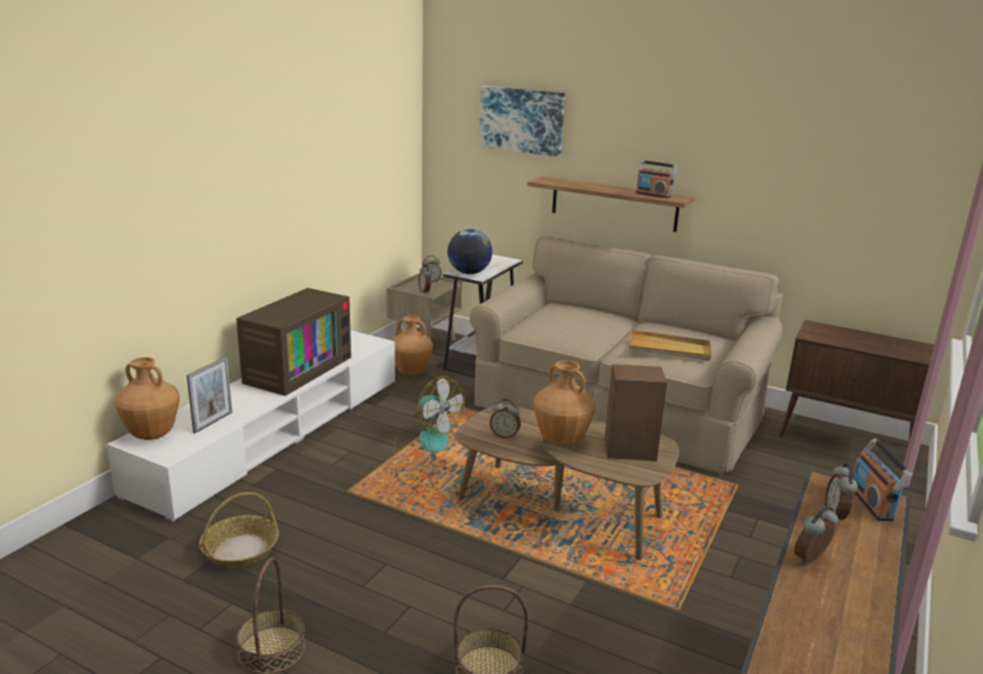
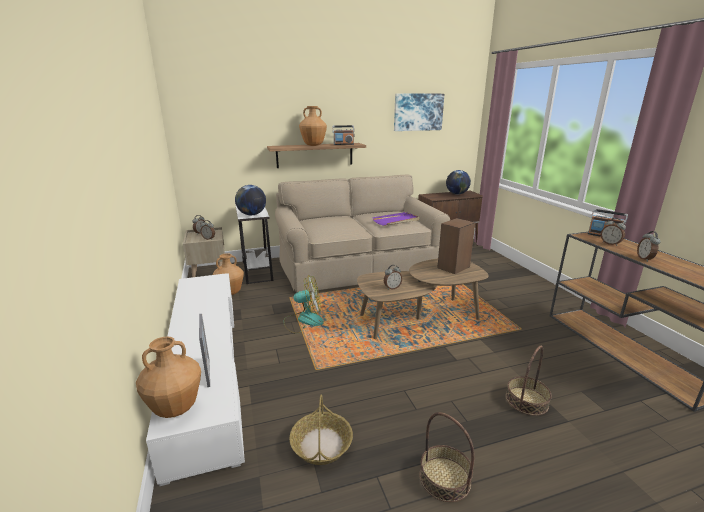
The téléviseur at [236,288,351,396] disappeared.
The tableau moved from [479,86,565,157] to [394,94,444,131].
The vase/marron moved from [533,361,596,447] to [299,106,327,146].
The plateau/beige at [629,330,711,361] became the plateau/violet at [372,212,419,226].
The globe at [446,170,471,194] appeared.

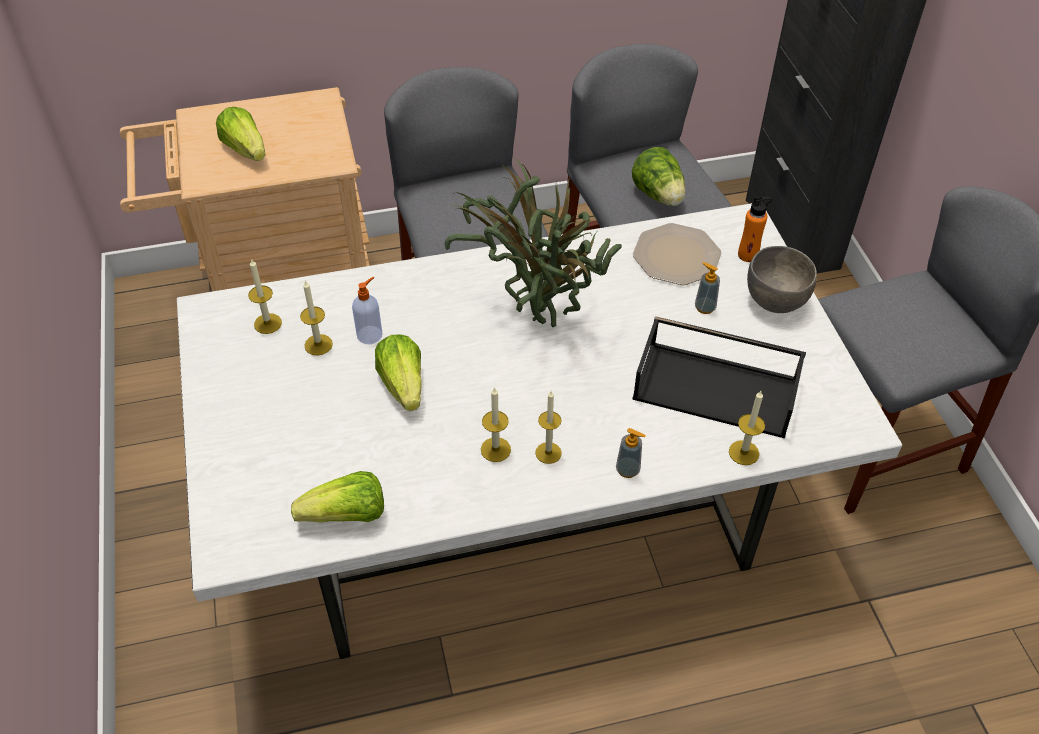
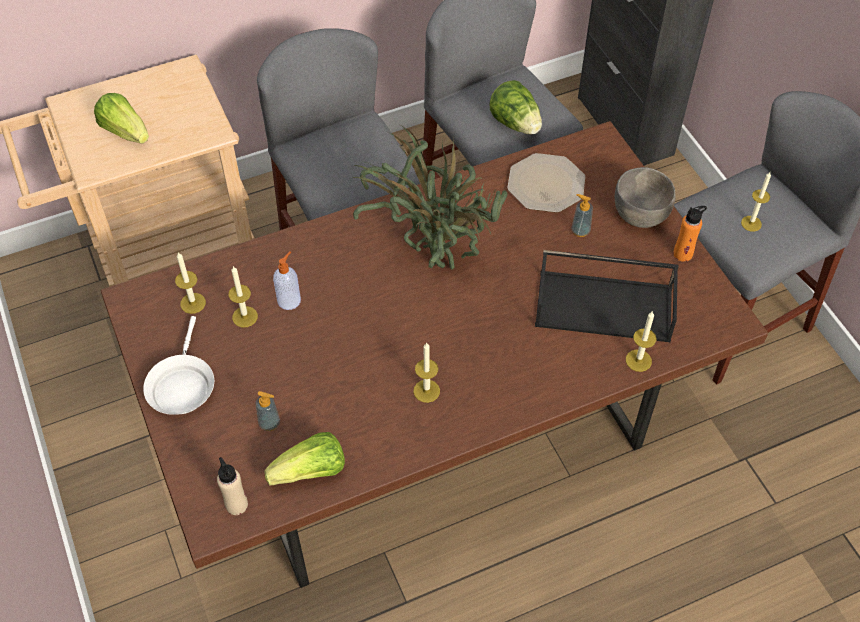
The table à manger/blanc at [177,203,902,659] became the table à manger/marron at [101,121,768,588].
The laitue at [375,334,422,411] disappeared.
The bougie moved from [535,391,562,464] to [741,172,771,232].
The distributeur de savon moved from [616,428,646,478] to [255,391,280,431].
The bouteille/orange moved from [738,197,772,262] to [673,206,707,262].
The poêle/blanc at [143,316,214,415] appeared.
The bouteille/beige at [217,457,248,515] appeared.

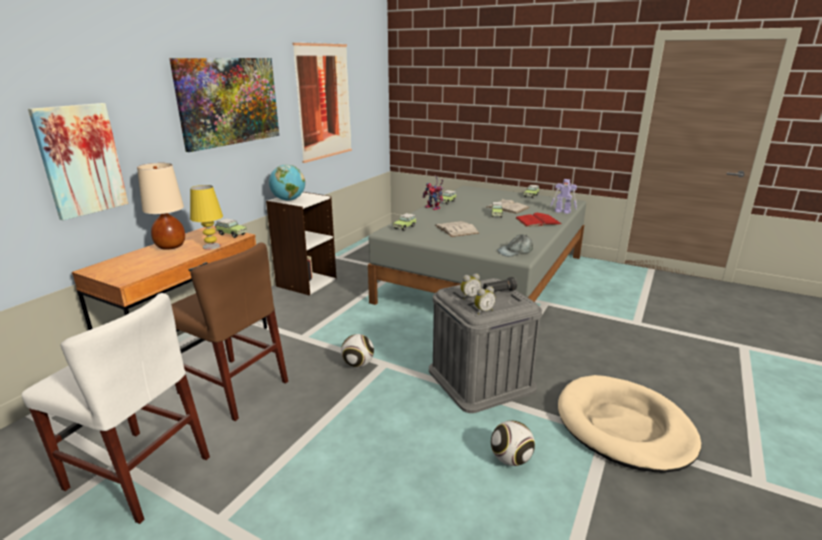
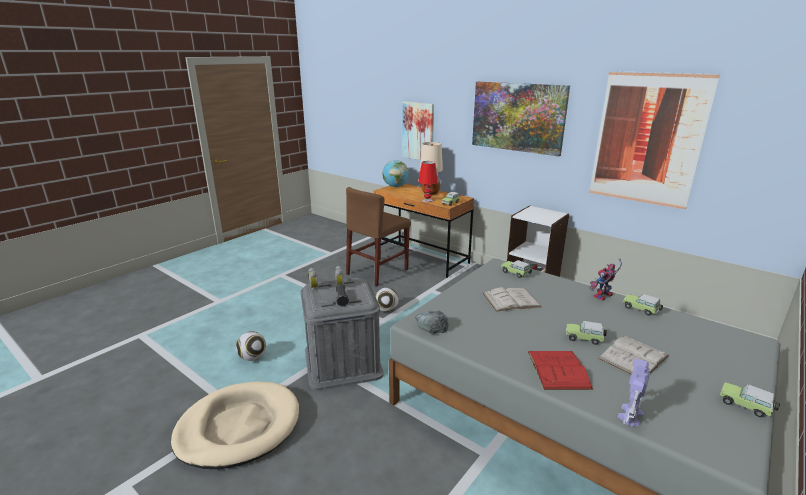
The chaise/blanc at [22,293,210,524] disappeared.
The lampe de table/jaune at [190,185,223,250] became the lampe de table/rouge at [418,161,438,202].
The globe moved from [269,165,305,201] to [382,160,409,187].

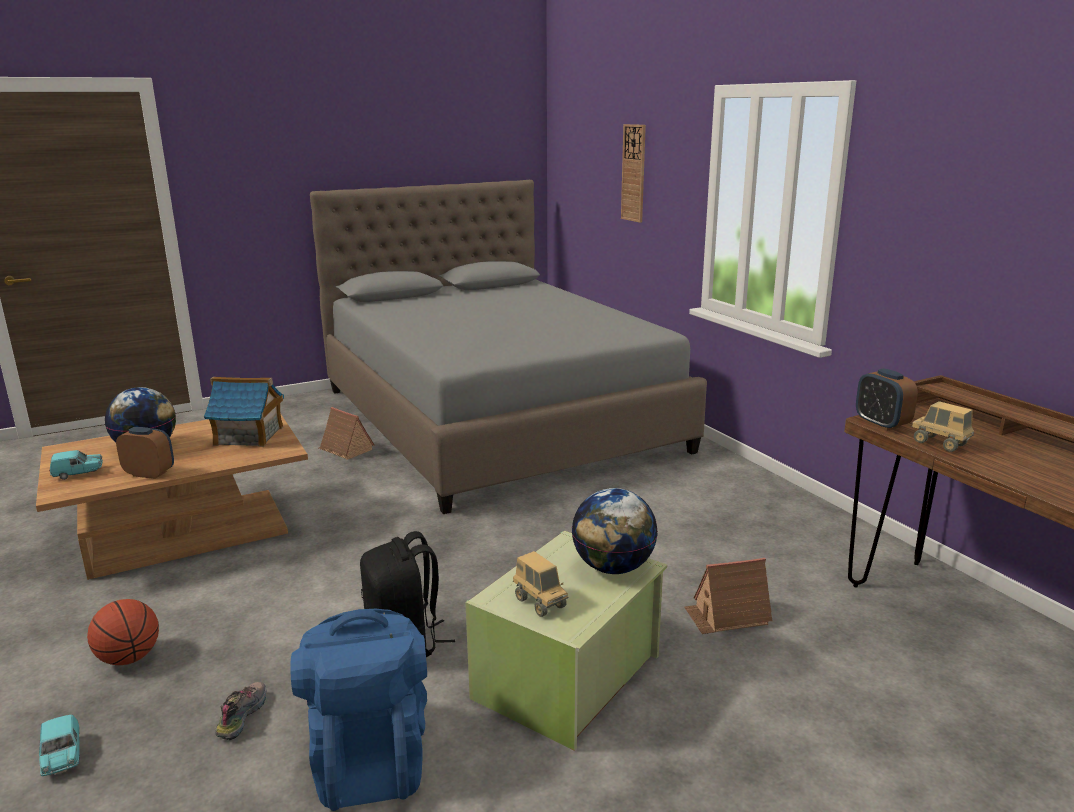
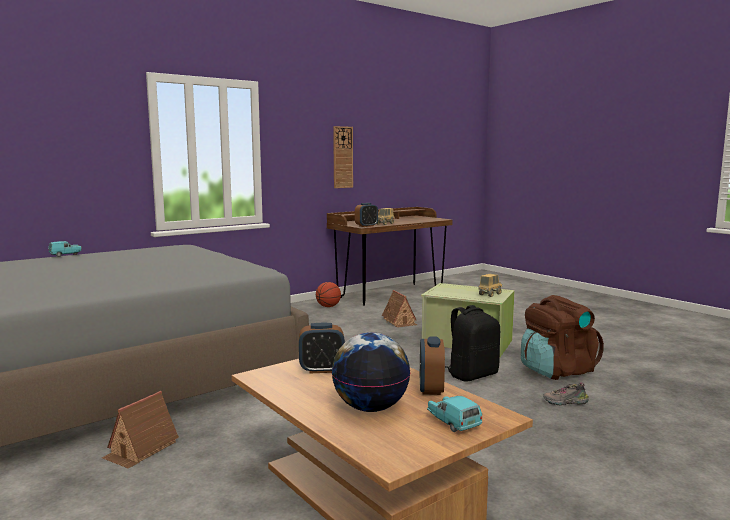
The petite voiture/turquoise moved from [39,715,80,776] to [48,241,82,257].
The ballon de basket moved from [87,599,159,665] to [316,282,341,307].
The maison miniature at [204,377,284,447] was replaced by the réveil at [299,323,345,373].
The sac à dos/bleu at [290,609,427,811] became the sac à dos/marron at [521,295,604,380].
The globe at [572,488,658,574] disappeared.
The horloge murale moved from [621,124,646,223] to [333,126,353,188].

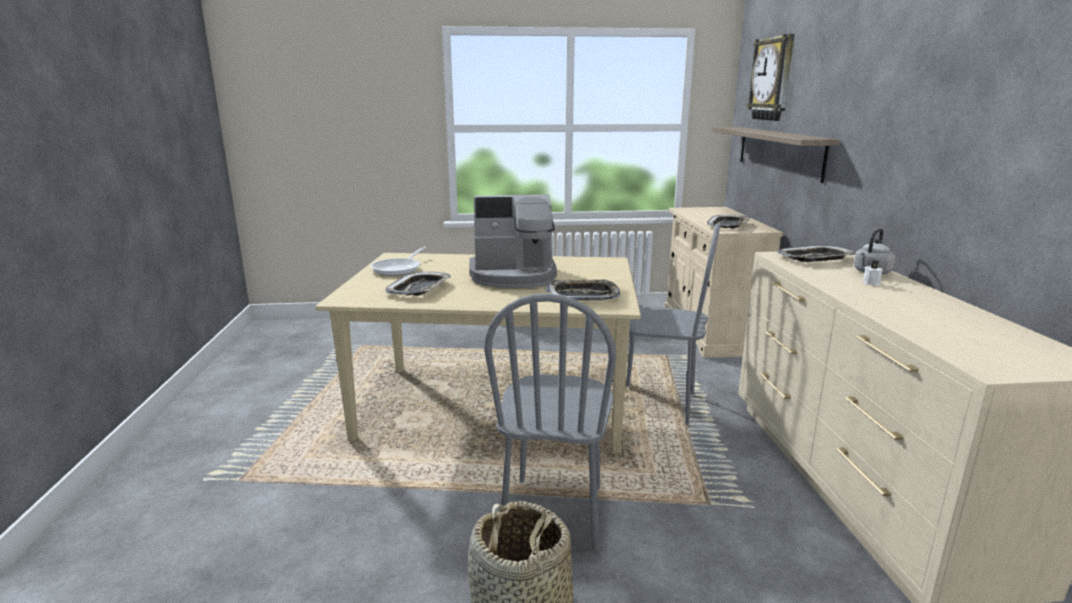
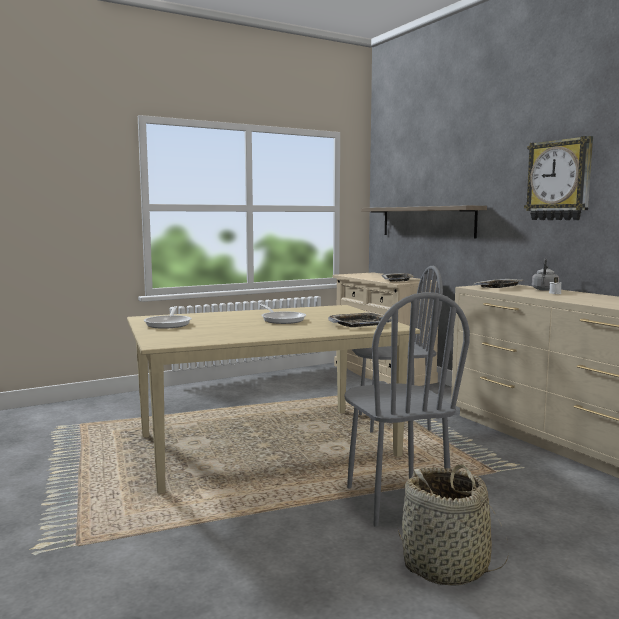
The plateau at [386,272,451,296] disappeared.
The machine à café at [469,194,557,288] was replaced by the poêle at [259,304,306,324].
The horloge murale moved from [747,34,795,121] to [524,136,593,220].

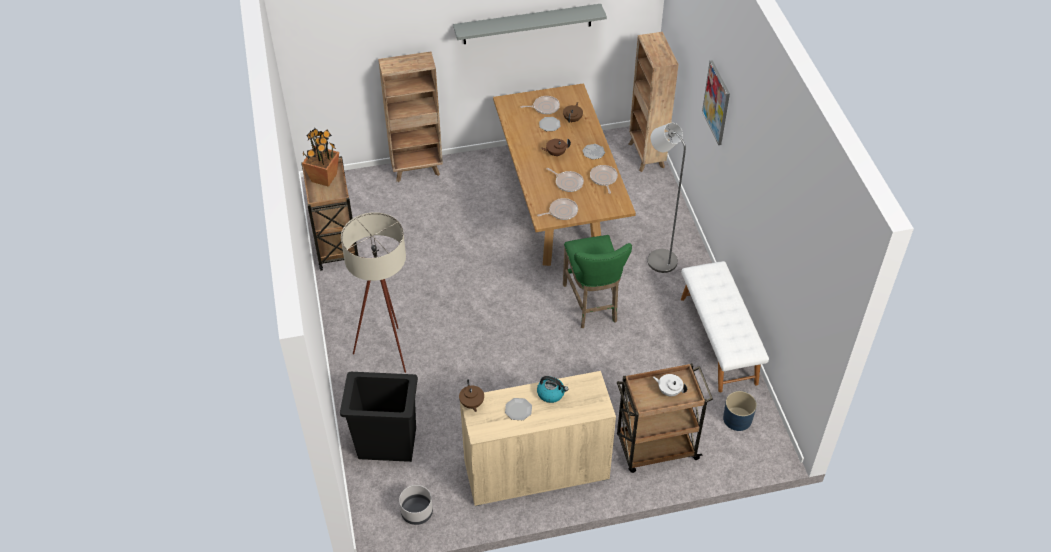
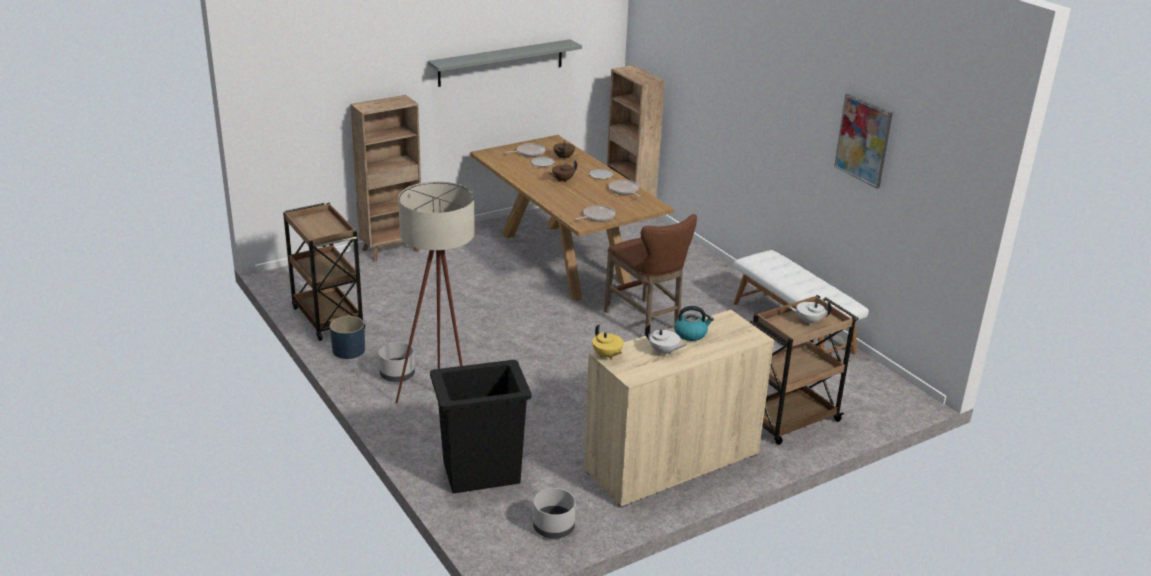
The plante en pot at [302,128,339,187] disappeared.
The théière/marron at [459,379,484,412] became the théière/jaune at [592,324,624,360].
The assiette at [505,398,532,420] was replaced by the théière/blanc at [645,324,687,355].
The poêle at [547,168,584,192] disappeared.
The tabouret/vert at [563,235,632,328] became the tabouret/marron at [604,214,697,336].
The lampadaire/gris at [648,123,686,273] disappeared.
The tableau moved from [702,60,730,145] to [834,93,893,188].
The cache-pot/bleu moved from [723,391,757,431] to [330,316,365,359].
The cache-pot/gris at [379,342,415,382] appeared.

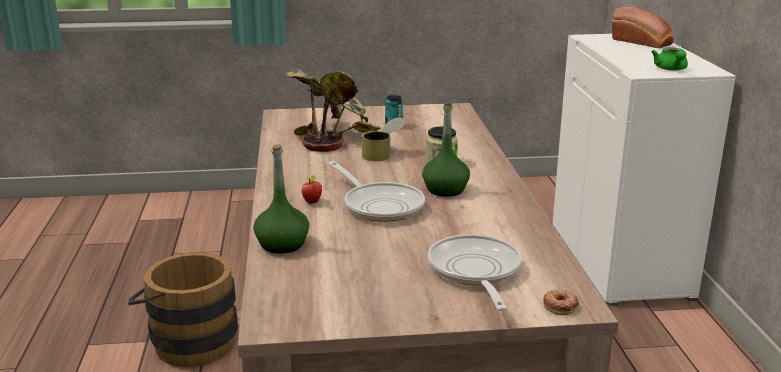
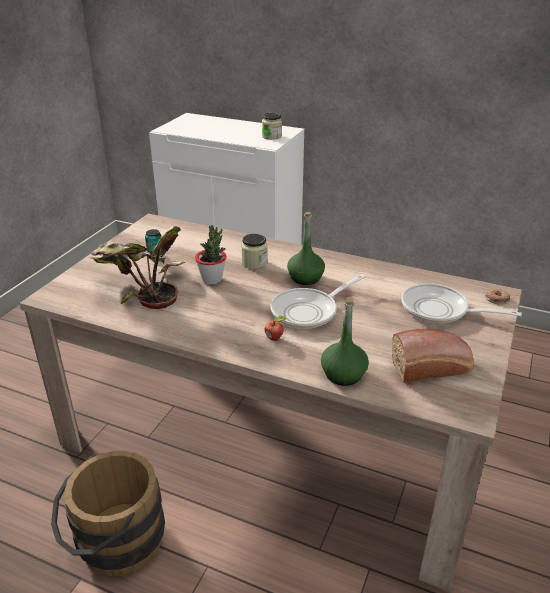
The poêle at [328,161,425,222] turned 150 degrees clockwise.
The boîte métallique at [362,117,406,161] was replaced by the plante en pot at [195,225,227,284].
The pain moved from [612,7,674,48] to [392,329,473,383].
The théière/vert at [651,47,688,71] was replaced by the bocal at [262,113,282,140].

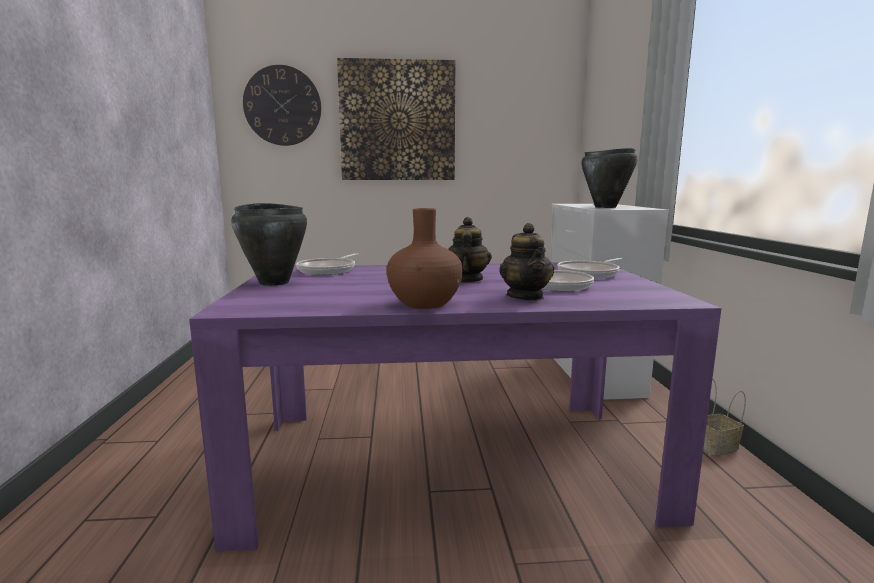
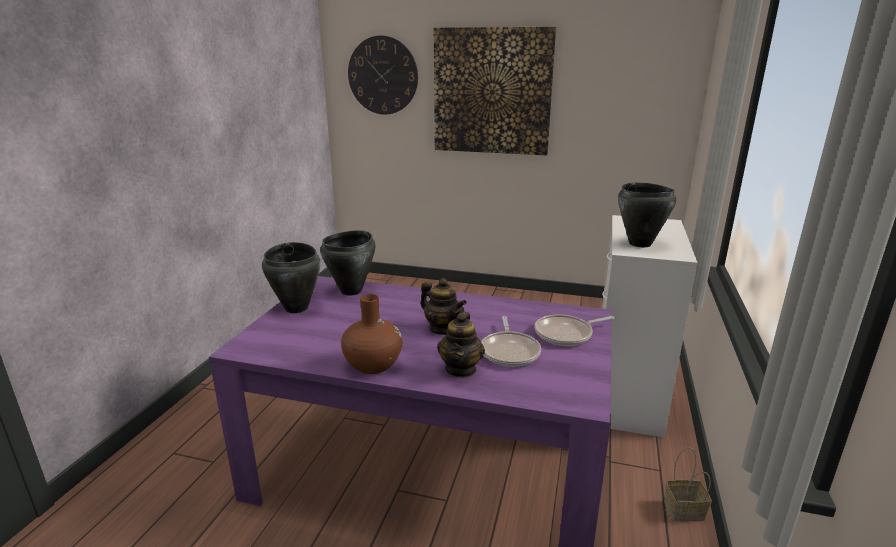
The poêle at [296,253,359,275] was replaced by the marmite/noir at [320,230,375,296].
The théière at [448,217,492,283] turned 105 degrees clockwise.

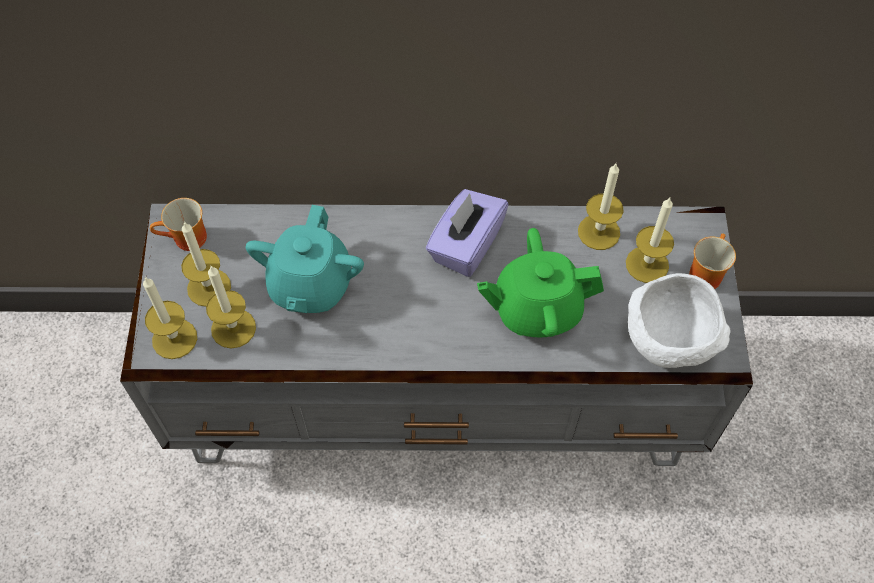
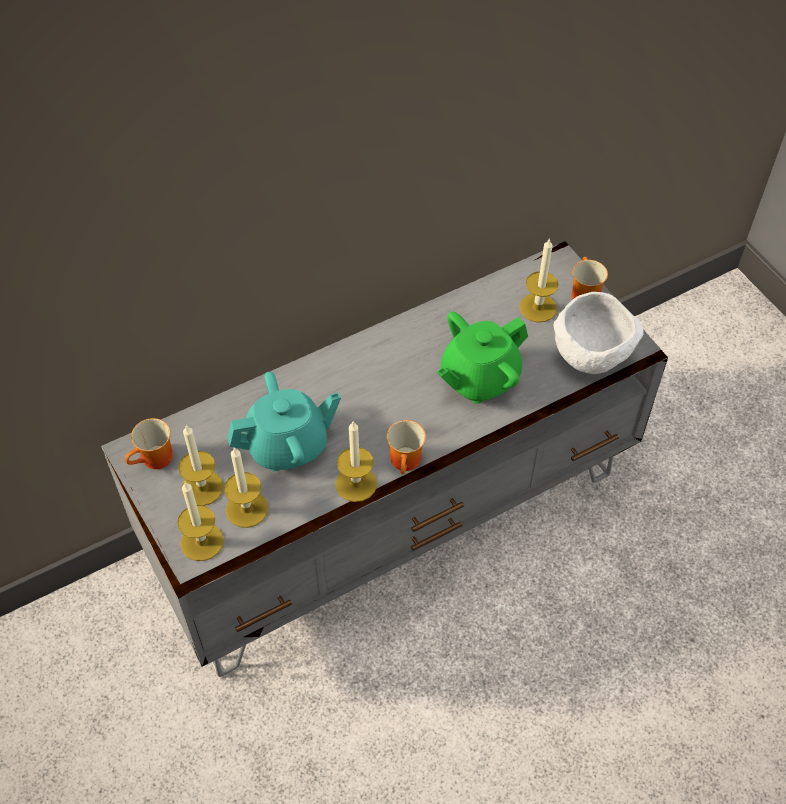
The théière/turquoise at [246,205,364,313] turned 90 degrees counterclockwise.
The boîte à mouchoirs/violet at [426,189,509,277] disappeared.
The bougie moved from [578,164,624,250] to [335,422,377,502].
The mug at [387,420,426,474] appeared.

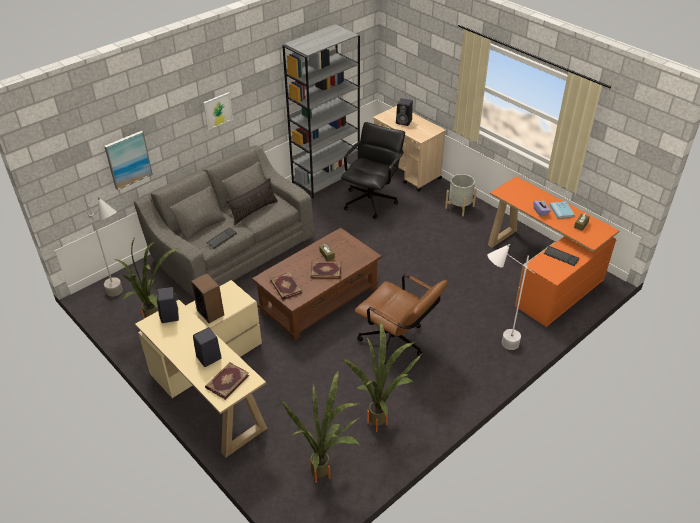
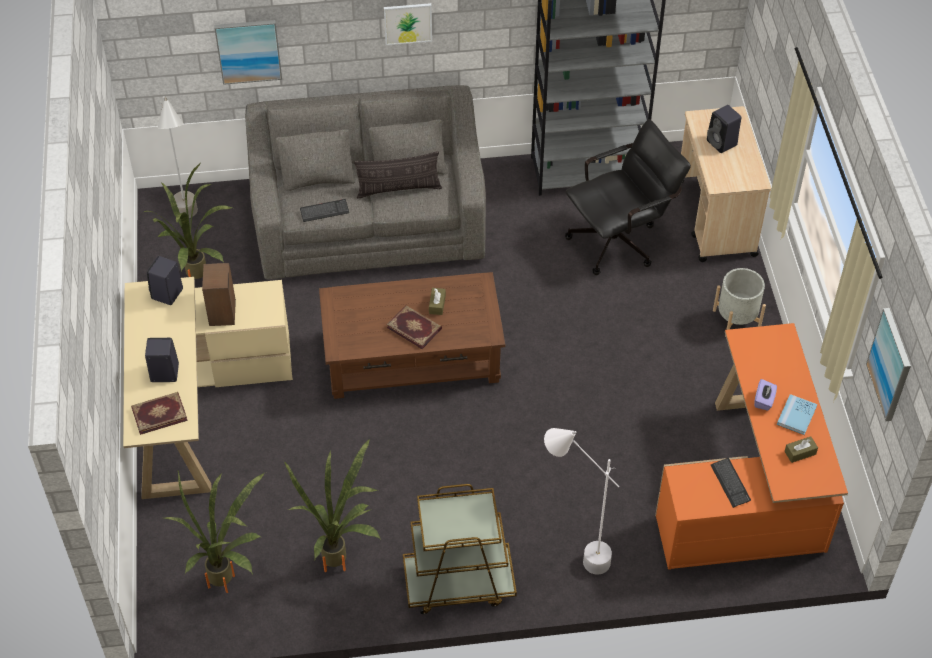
The livre at [270,272,302,300] disappeared.
The chaise de bureau/marron at [355,274,447,364] disappeared.
The chariot/marron at [403,484,517,614] appeared.
The tableau at [866,308,911,421] appeared.

